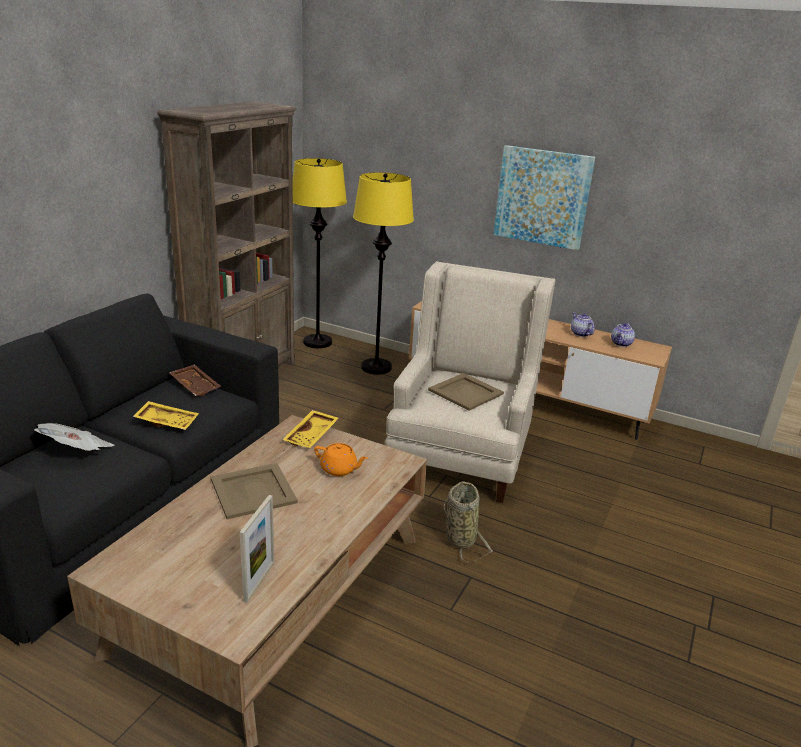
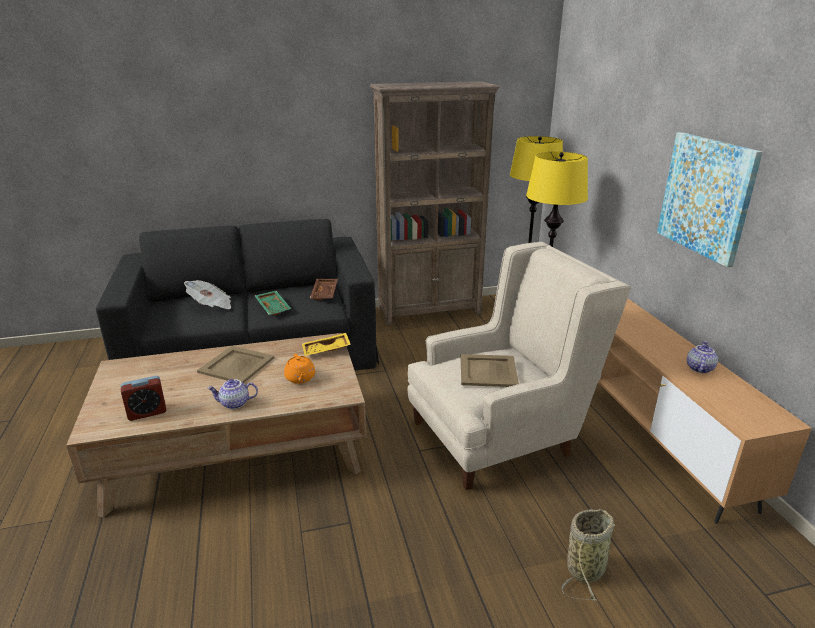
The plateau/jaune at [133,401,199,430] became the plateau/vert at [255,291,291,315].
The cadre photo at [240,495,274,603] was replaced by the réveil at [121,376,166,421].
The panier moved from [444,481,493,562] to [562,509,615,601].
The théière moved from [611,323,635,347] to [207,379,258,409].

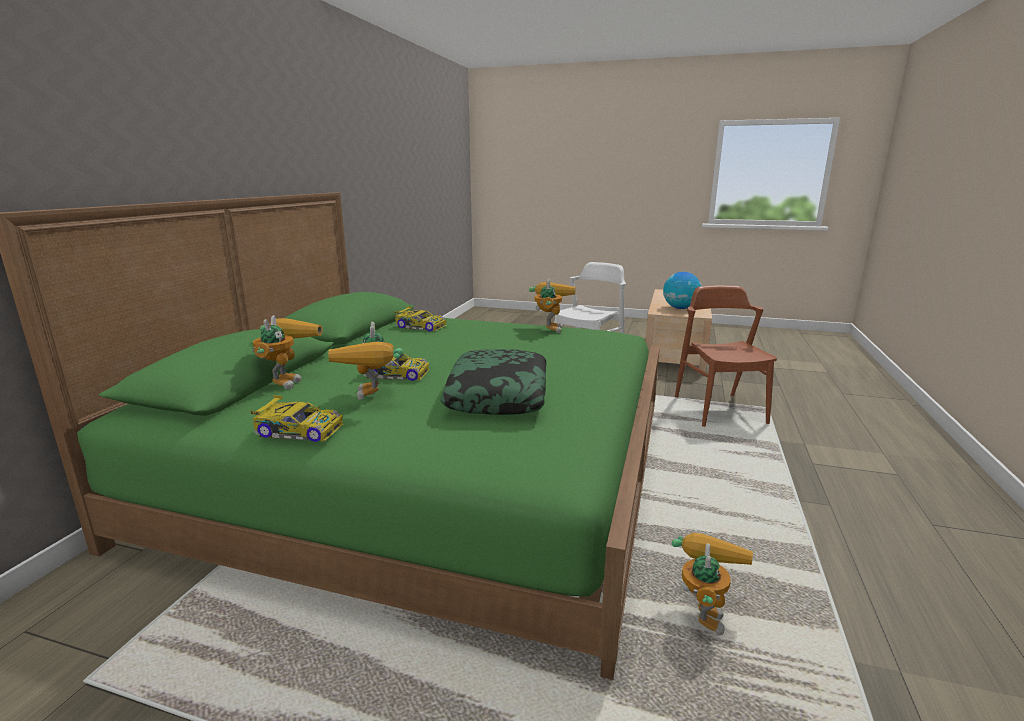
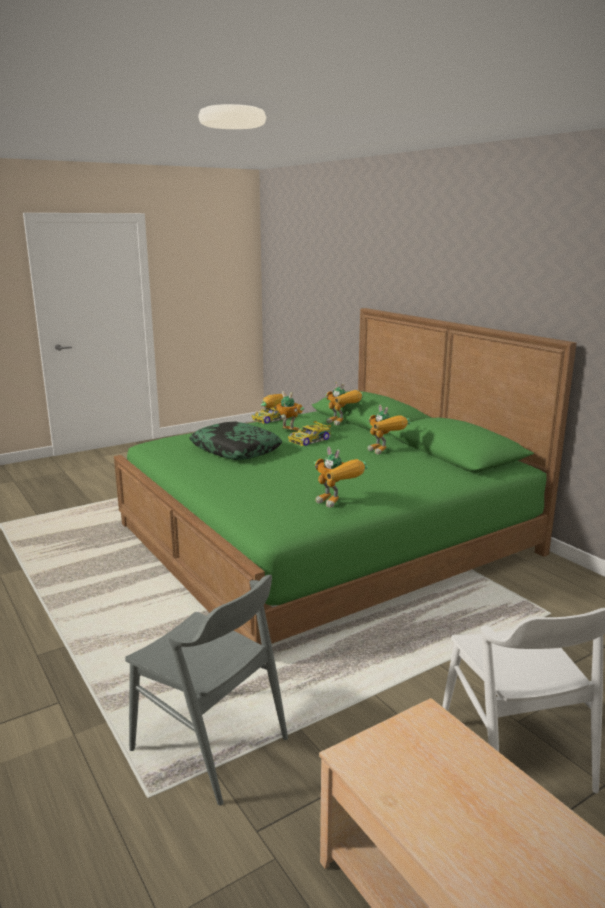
The petite voiture at [394,306,446,331] disappeared.
The globe at [663,272,701,309] disappeared.
The robot jouet moved from [672,533,753,635] to [367,405,411,454].
The chaise/marron at [675,285,777,427] became the chaise/gris at [125,575,288,805].

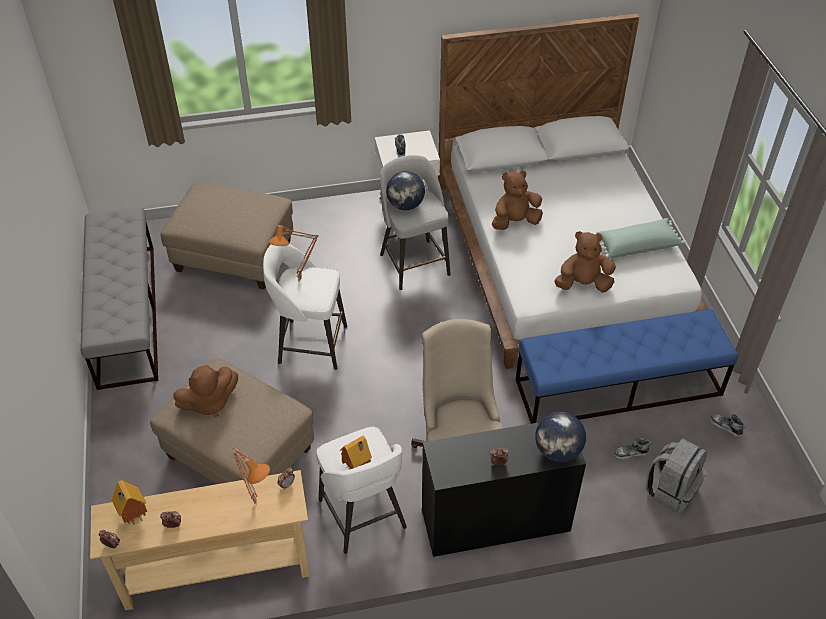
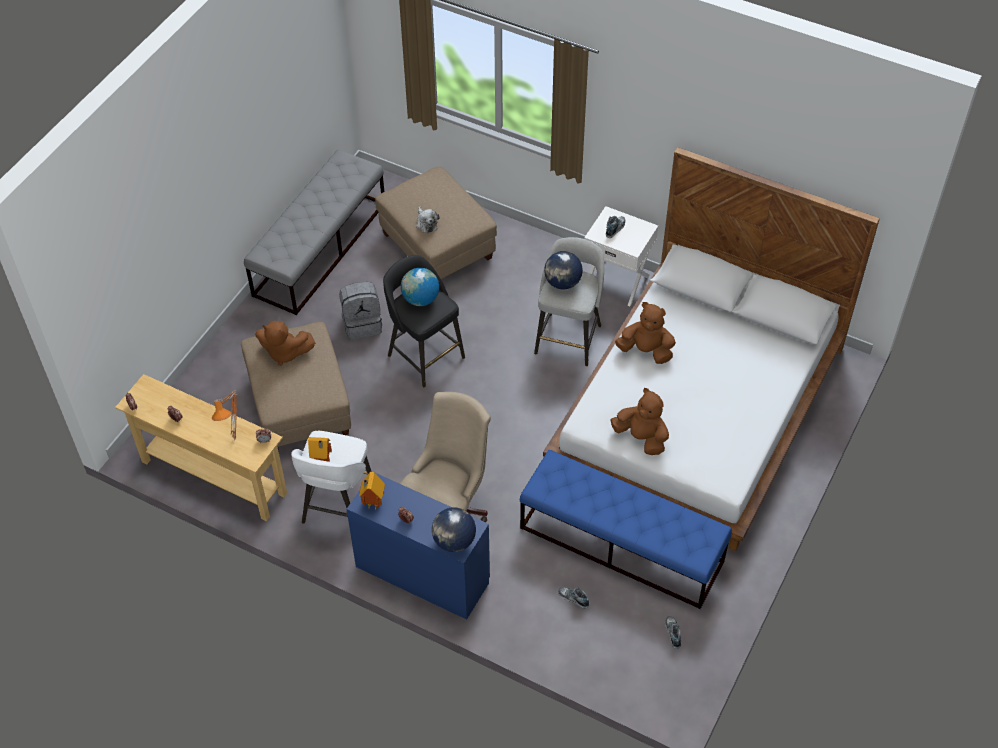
The maison miniature moved from [112,480,147,525] to [359,472,385,511].
The tabouret/blanc at [263,244,347,370] became the tabouret/noir at [383,255,465,387].
The lampe de table/orange at [269,225,319,282] was replaced by the globe at [401,268,439,306].
The bureau/noir at [422,422,586,557] became the bureau/bleu at [347,473,490,620].
The coussin/vert at [596,218,684,258] disappeared.
The sac à dos/gris moved from [646,438,707,515] to [339,282,382,340].
The peluche at [416,206,440,233] appeared.

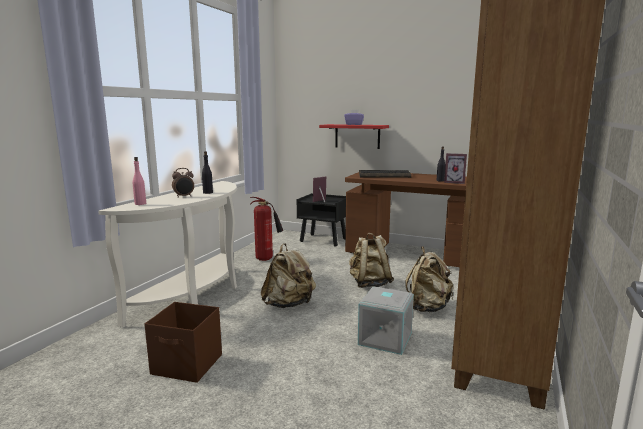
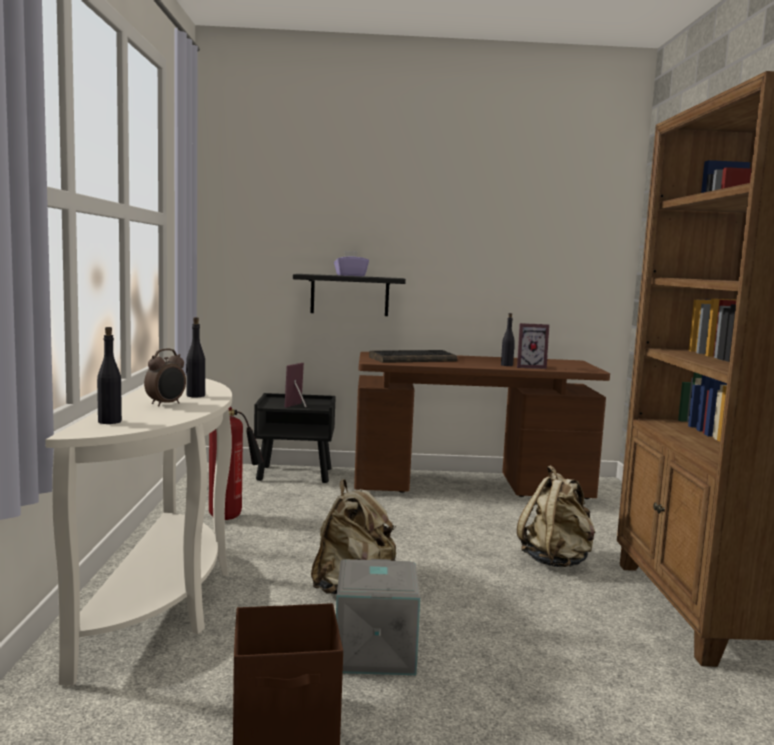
The bouteille/rose at [133,157,146,205] became the bouteille/noir at [97,327,122,424].
The étagère/rouge at [319,124,389,149] became the étagère/noir at [293,274,406,316].
The sac à dos/beige at [349,233,394,288] disappeared.
The boîte de rangement/gris moved from [358,286,414,355] to [336,559,420,675].

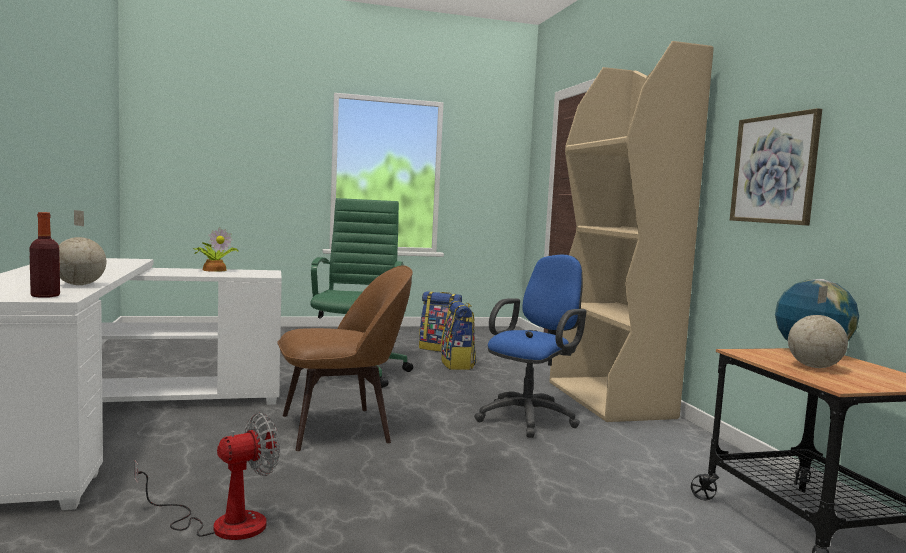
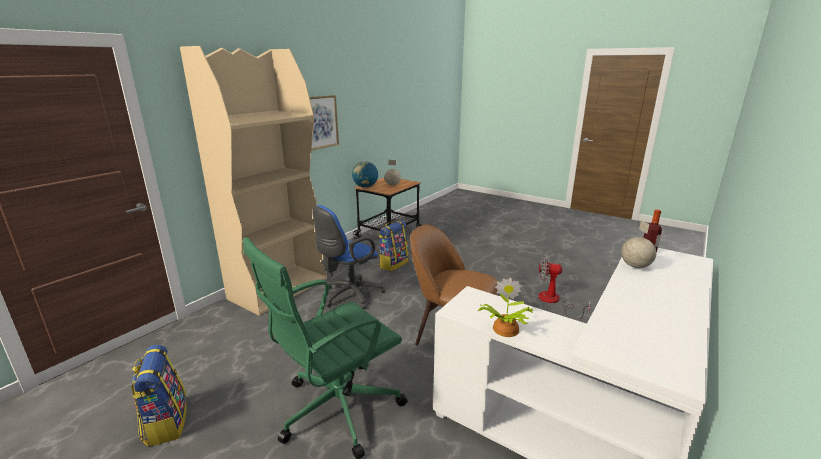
The sac à dos moved from [440,300,476,370] to [379,220,409,271].
The chaise de bureau/bleu at [474,255,586,438] turned 45 degrees counterclockwise.

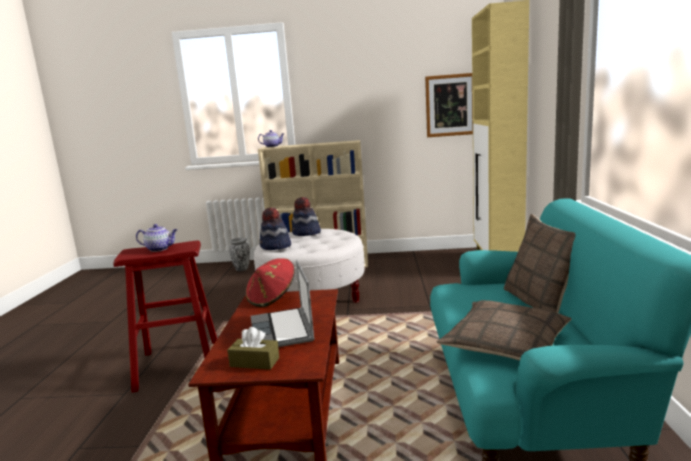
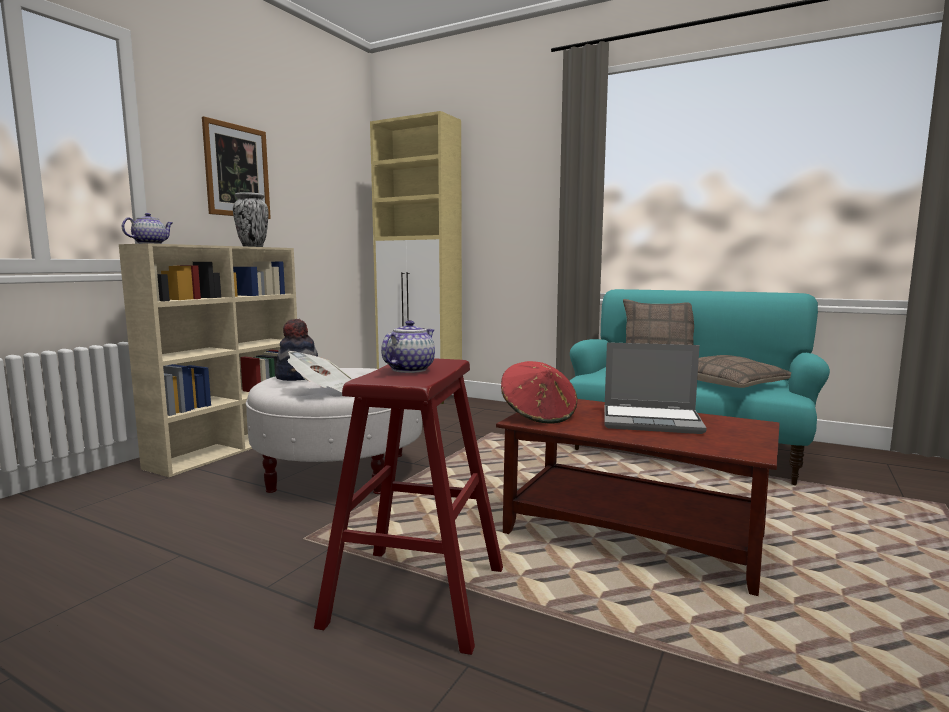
The boîte à mouchoirs/marron at [227,327,280,370] disappeared.
The vase moved from [229,238,250,271] to [233,192,268,247].
The chapeau at [260,208,291,250] was replaced by the journal at [287,351,352,392].
The tableau moved from [425,73,473,137] to [202,116,271,219].

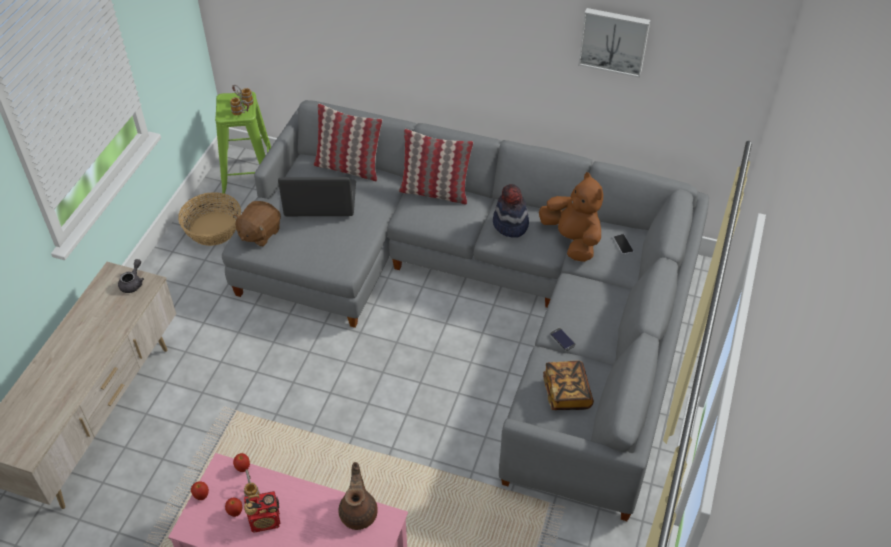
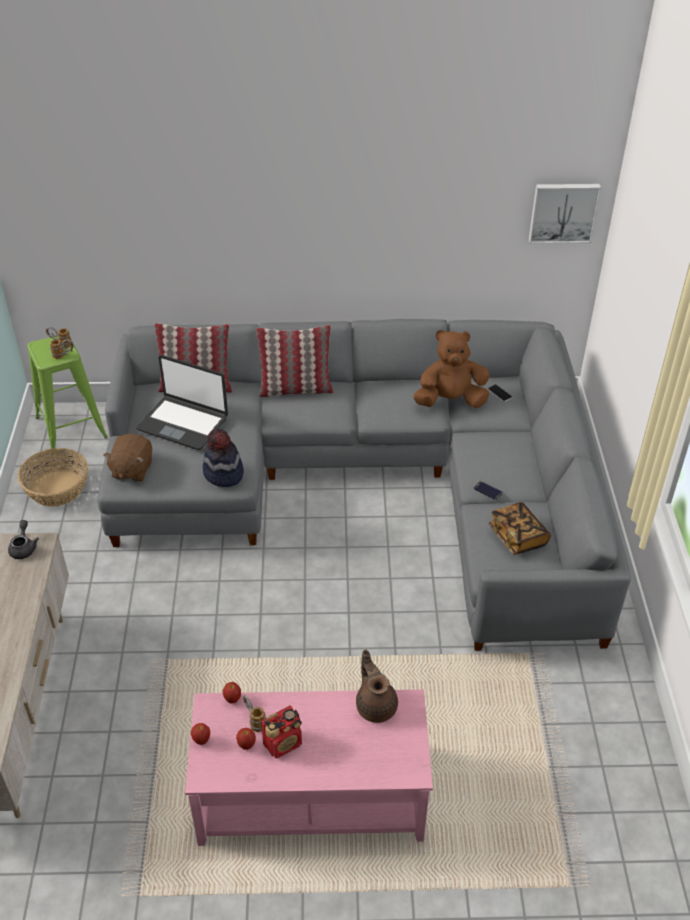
The ordinateur portable at [278,177,356,216] turned 135 degrees counterclockwise.
The chapeau moved from [493,184,529,237] to [202,429,244,487].
The peluche/marron at [539,172,603,262] turned 45 degrees counterclockwise.
The tableau moved from [578,8,650,78] to [529,184,601,244].

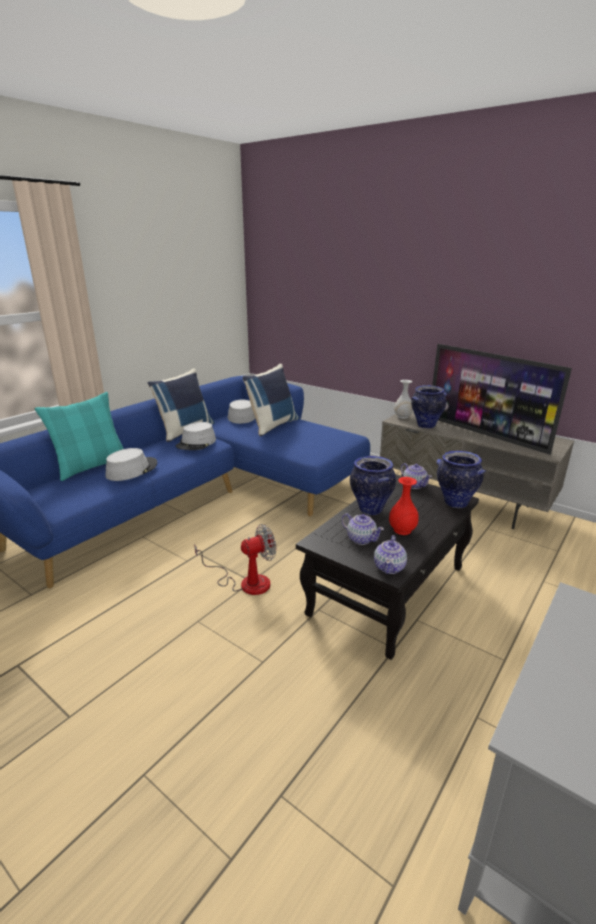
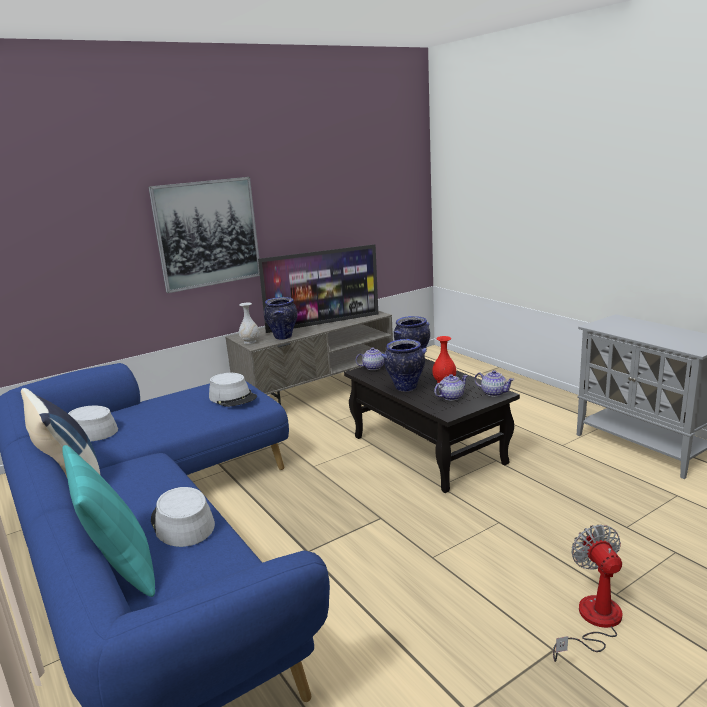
The chapeau/gris moved from [176,422,216,450] to [209,373,257,407].
The ventilateur moved from [194,524,276,595] to [553,524,622,662].
The coussin/bleu at [242,364,299,437] disappeared.
The tableau at [148,177,260,293] appeared.

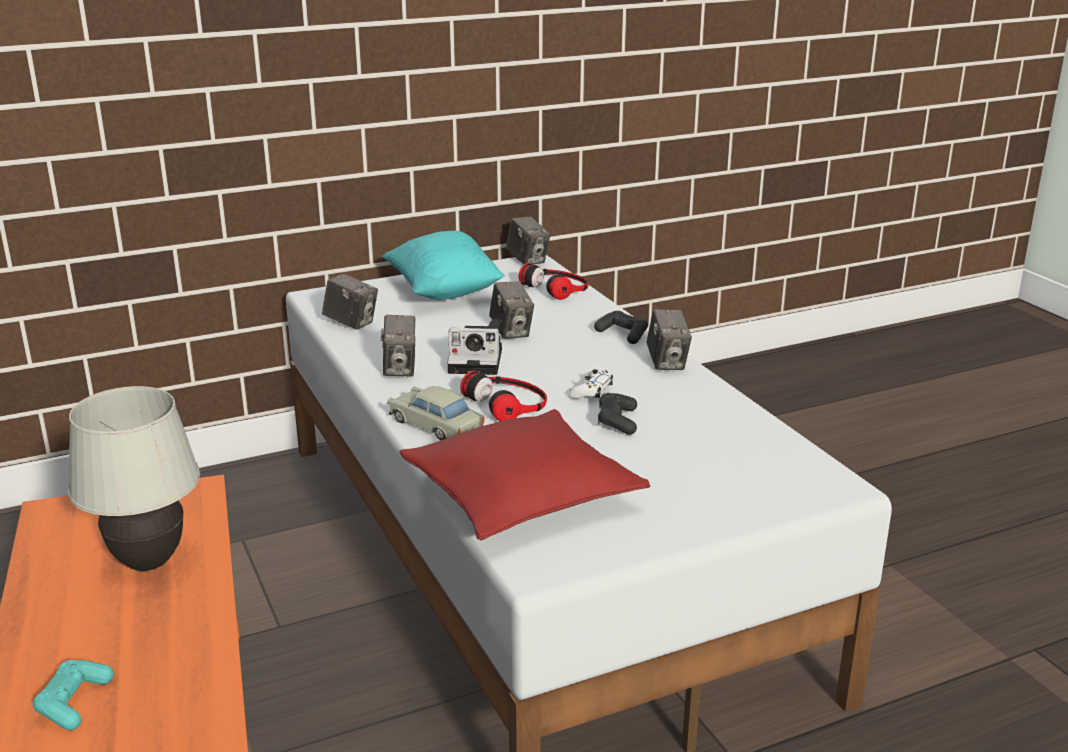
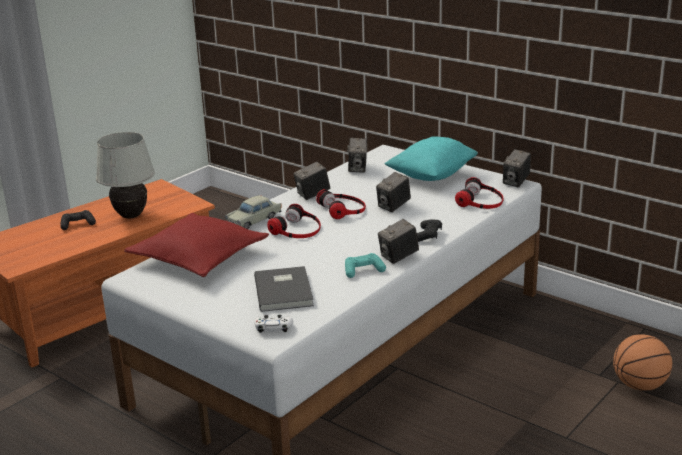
The manette/turquoise moved from [33,660,114,731] to [345,253,386,278].
The petite voiture/beige at [387,386,484,440] turned 150 degrees counterclockwise.
The appareil photo at [447,319,502,375] was replaced by the casque audio at [316,189,366,219].
The manette/blanc moved from [569,369,613,399] to [254,315,293,333].
The manette/noir moved from [598,393,637,435] to [60,210,96,230].
The livre/gris at [254,266,314,312] appeared.
The ballon de basket at [613,334,672,391] appeared.

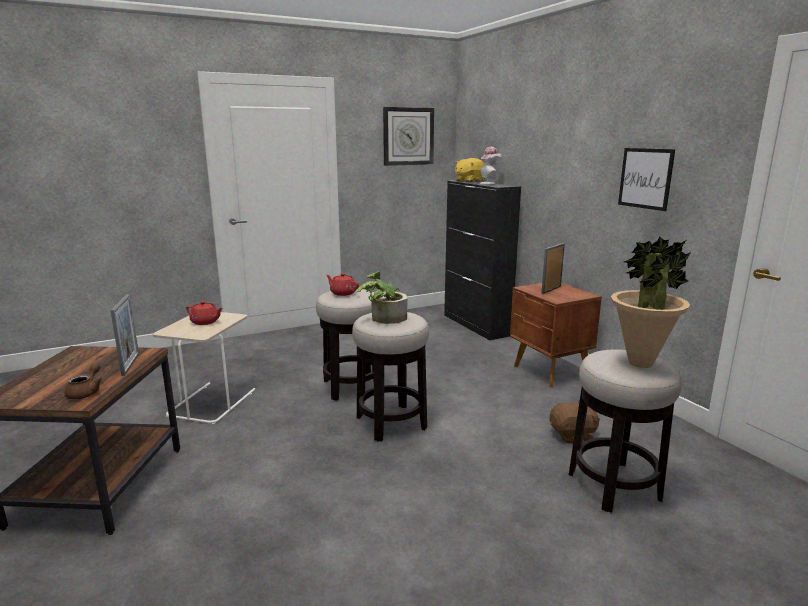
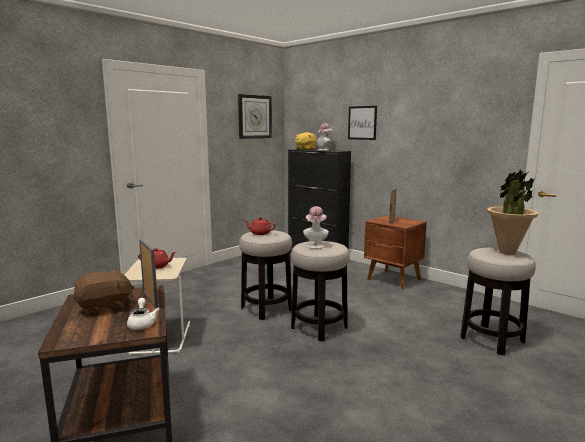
The théière/marron at [64,363,102,399] became the théière/blanc at [127,298,160,330].
The plante en pot at [356,272,407,324] was replaced by the chapeau at [303,206,329,249].
The peluche/marron moved from [550,400,600,444] to [73,270,134,316].
The tableau moved from [618,148,675,211] to [348,106,377,140].

